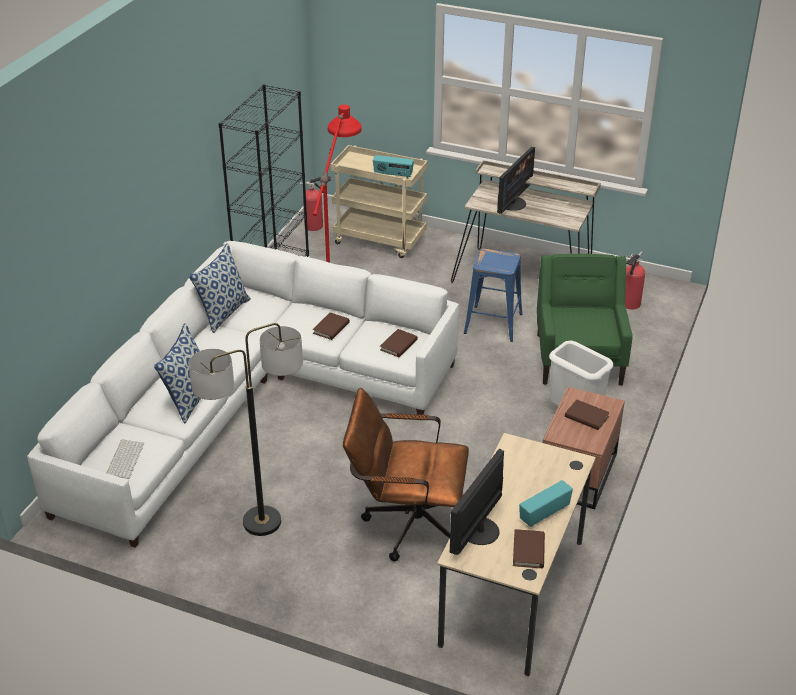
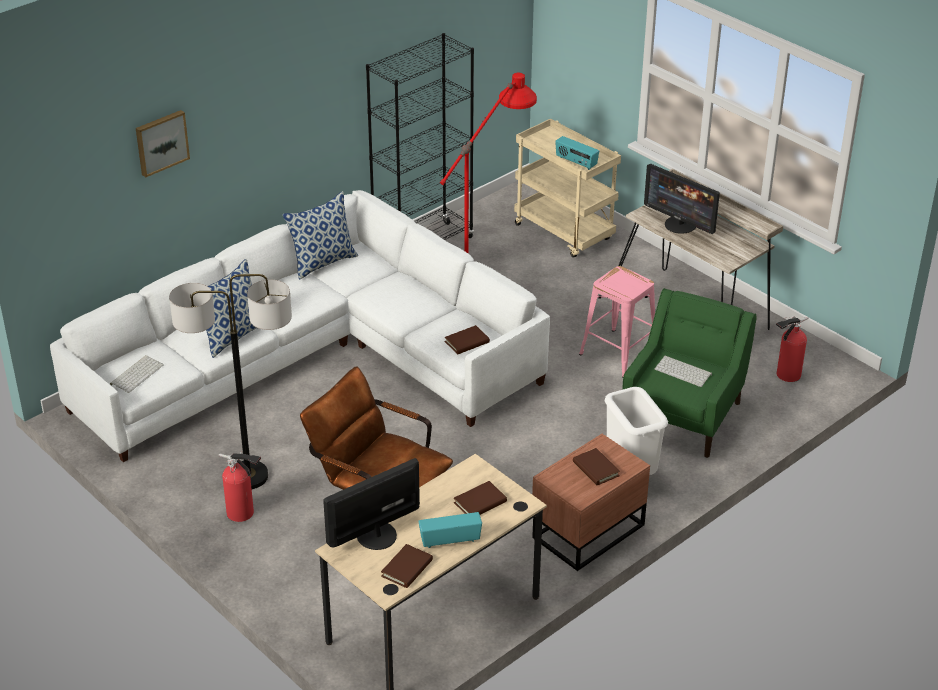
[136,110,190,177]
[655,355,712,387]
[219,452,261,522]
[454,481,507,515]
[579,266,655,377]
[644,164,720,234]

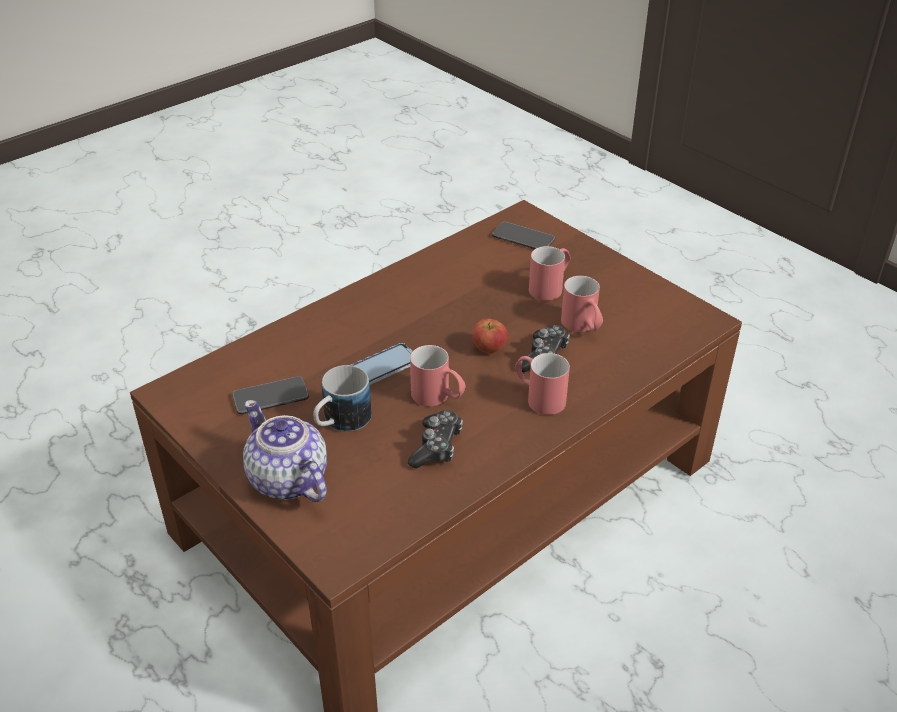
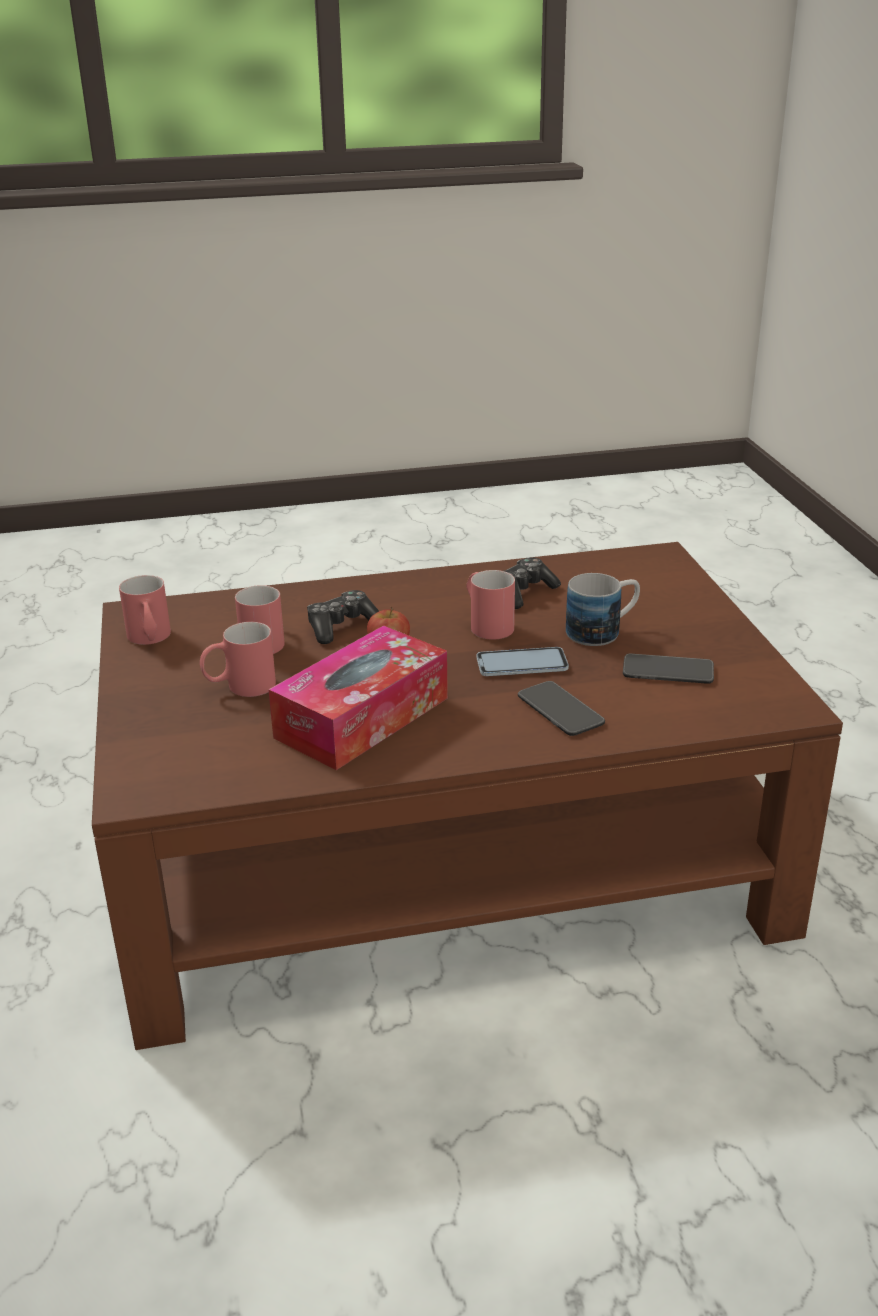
[243,400,327,502] (first image)
[268,625,448,770]
[518,681,605,736]
[119,575,171,645]

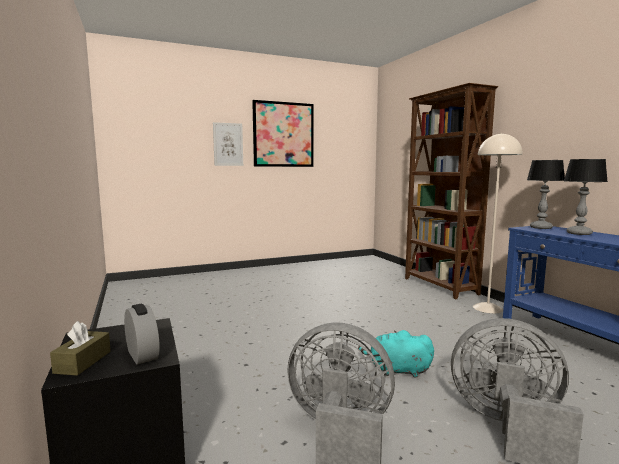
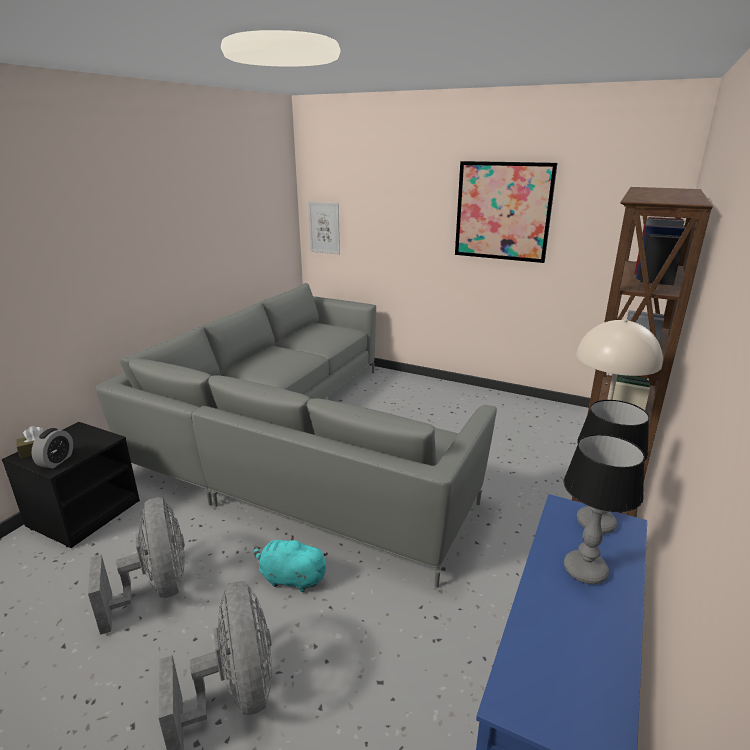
[96,283,497,588]
[308,201,340,255]
[254,535,328,592]

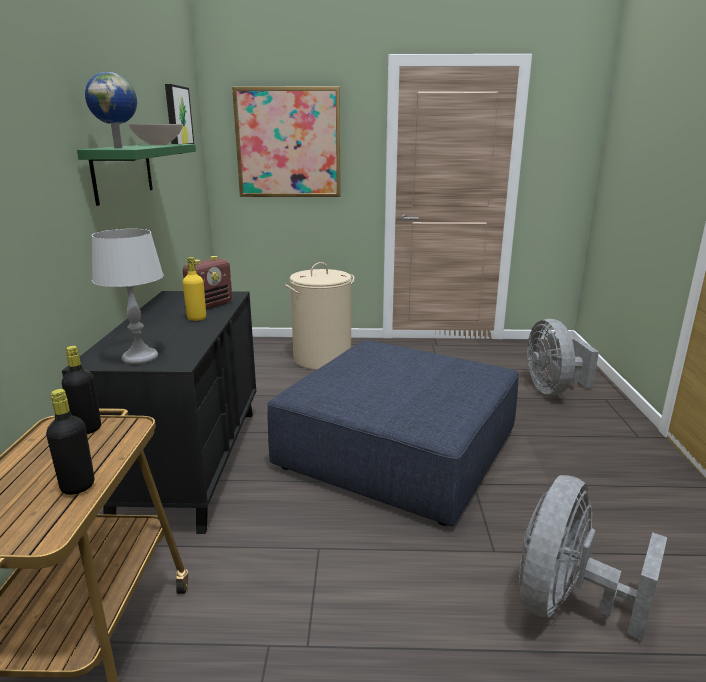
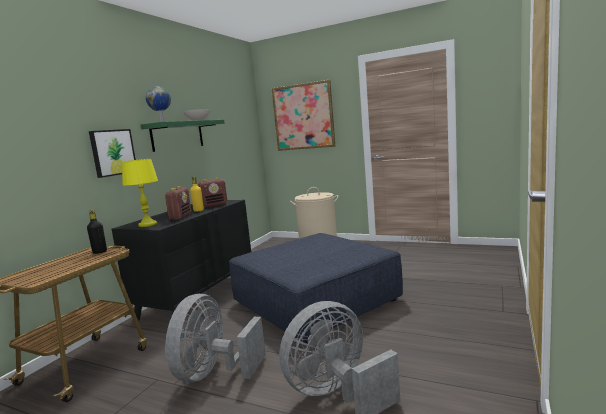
[46,389,94,495] (first image)
[165,186,191,220]
[89,129,136,178]
[165,294,266,382]
[122,159,158,227]

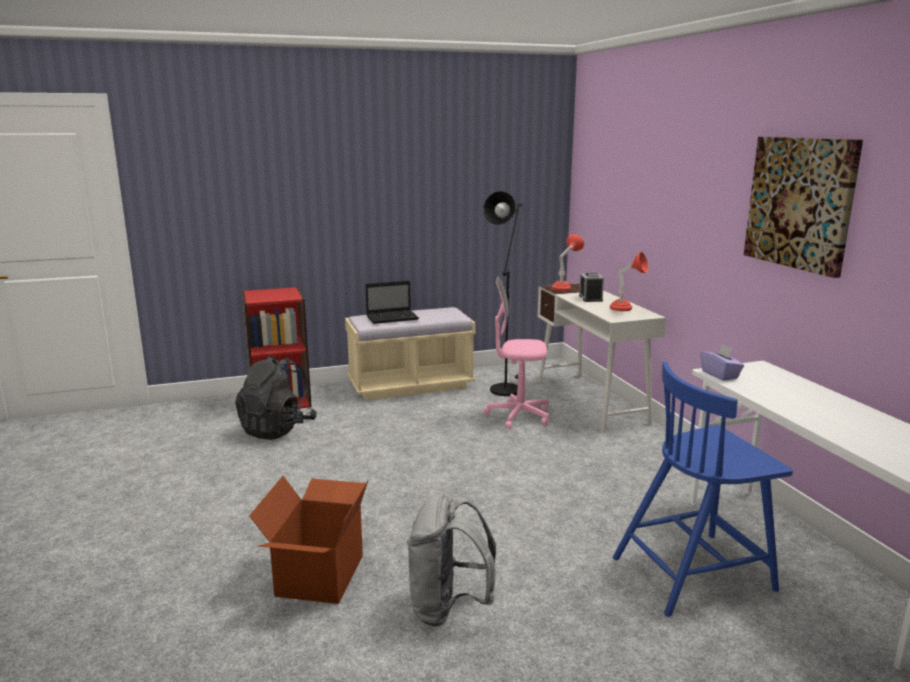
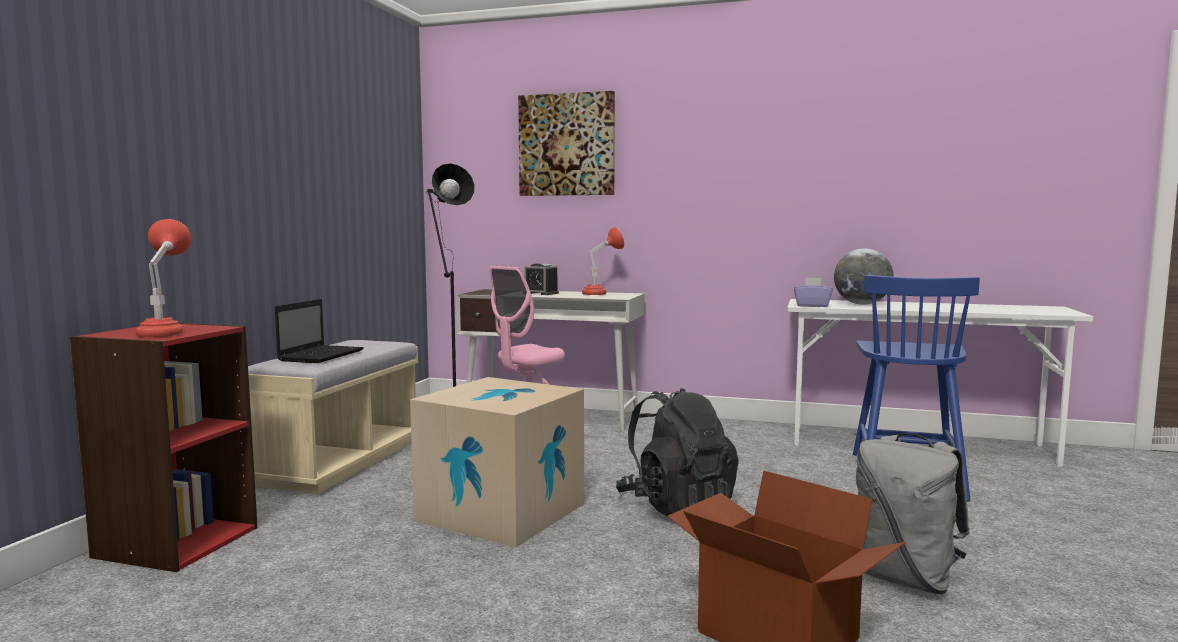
[410,377,584,547]
[834,248,894,305]
[616,388,739,516]
[135,219,192,337]
[518,91,615,196]

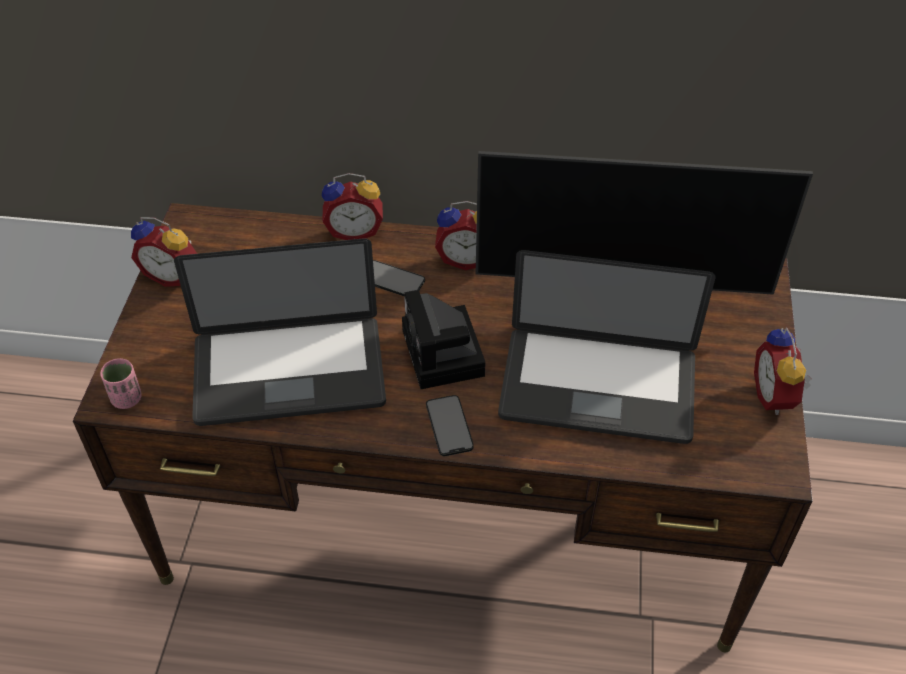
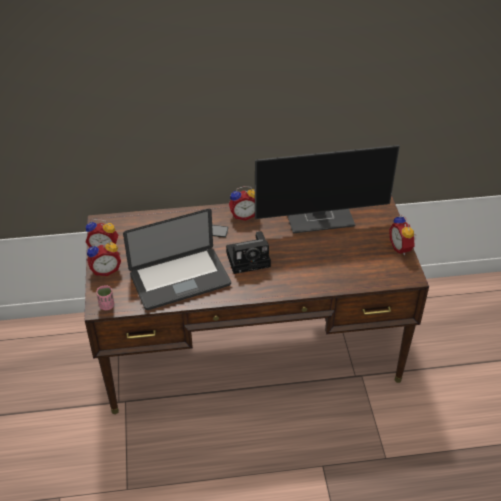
[426,395,474,456] (first image)
[498,250,716,444] (first image)
[87,241,121,276]
[226,231,271,274]

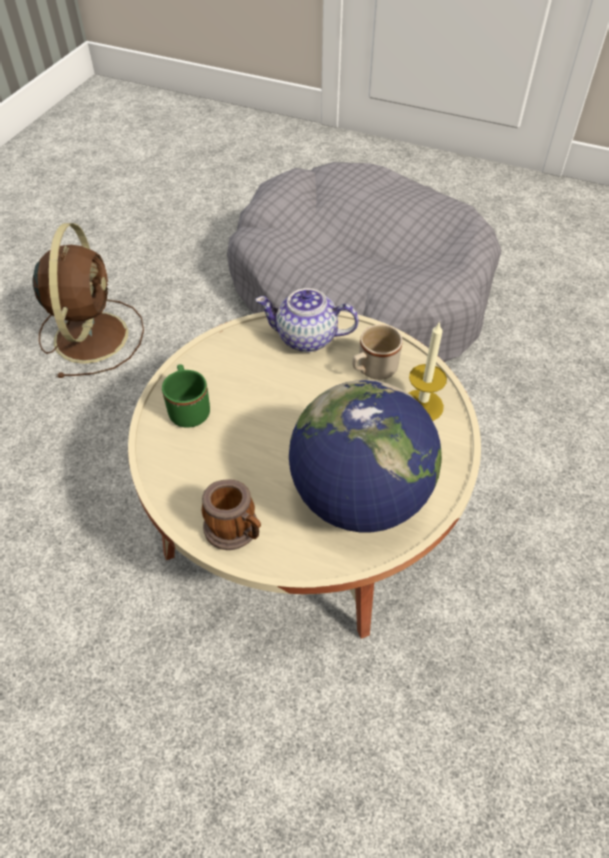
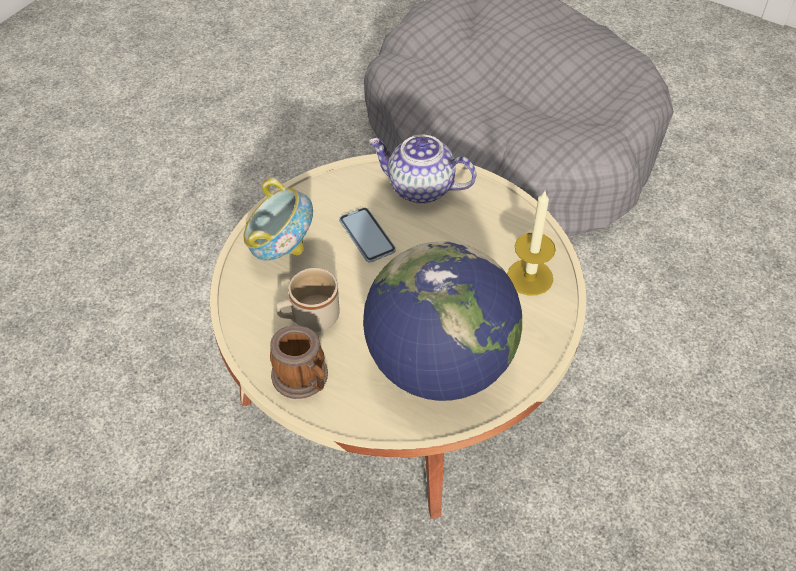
[33,223,144,378] (first image)
[339,207,396,262]
[276,268,340,332]
[244,178,313,261]

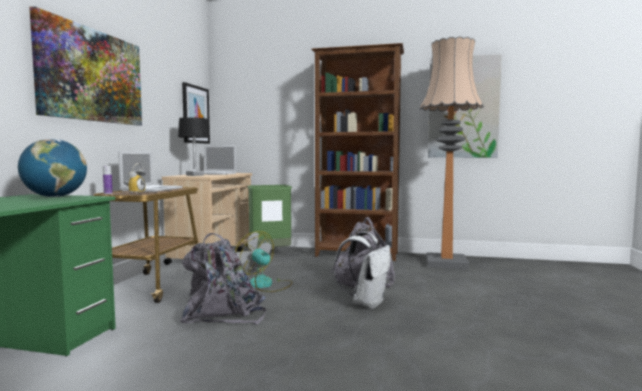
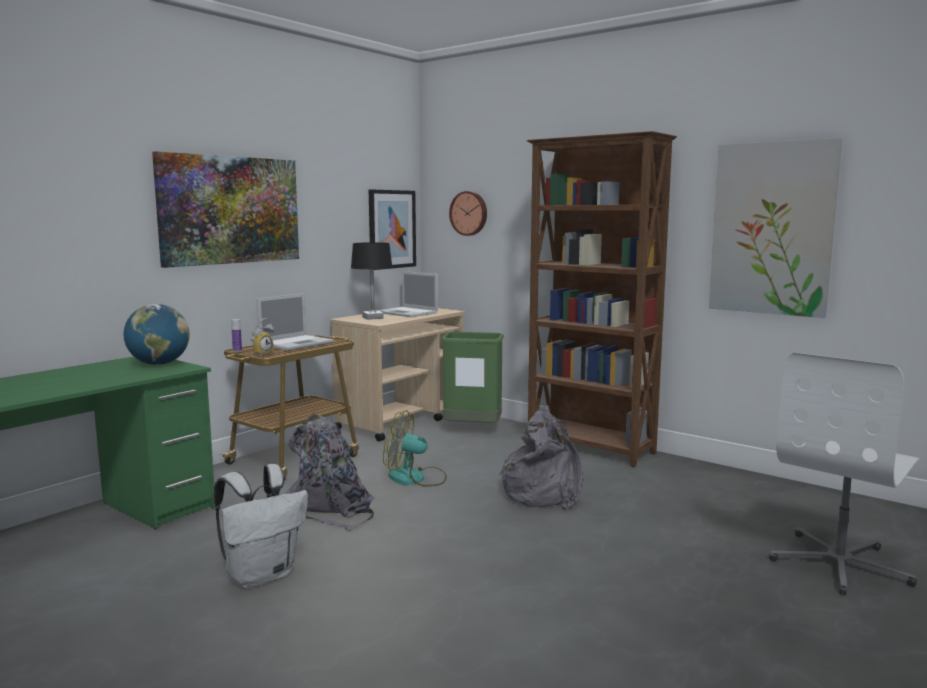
[420,36,484,270] (first image)
[449,191,487,236]
[769,352,919,595]
[214,464,308,588]
[383,410,447,487]

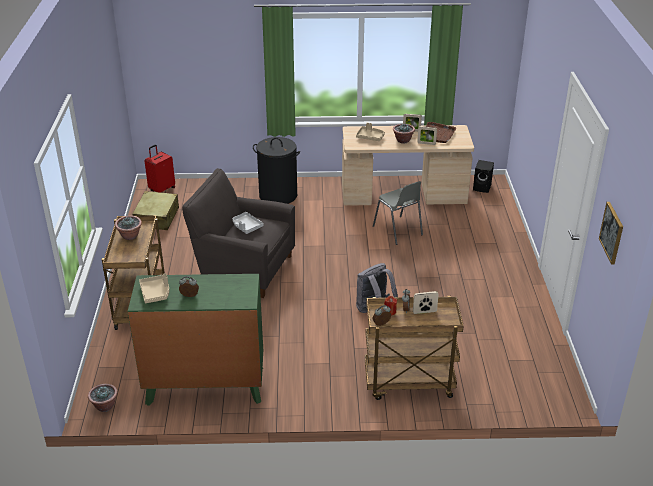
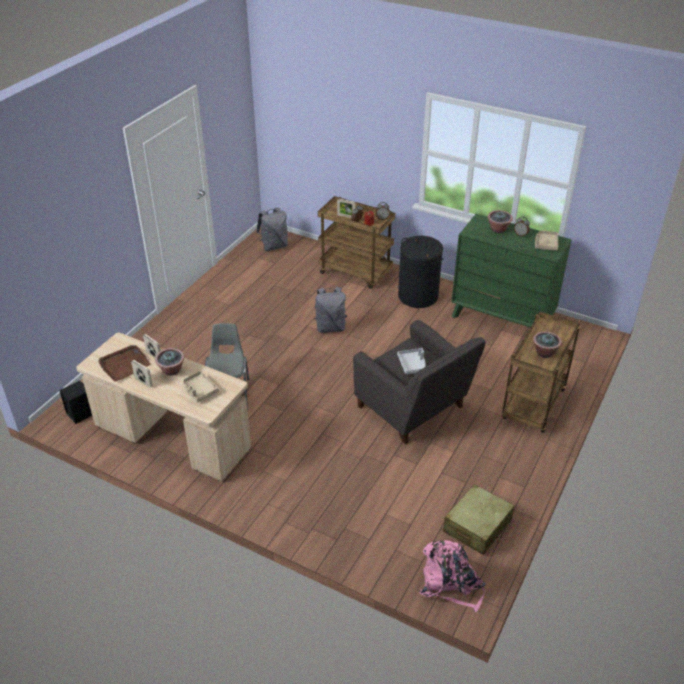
[599,202,623,264] (first image)
[256,207,288,251]
[488,210,513,233]
[398,236,443,308]
[419,540,486,612]

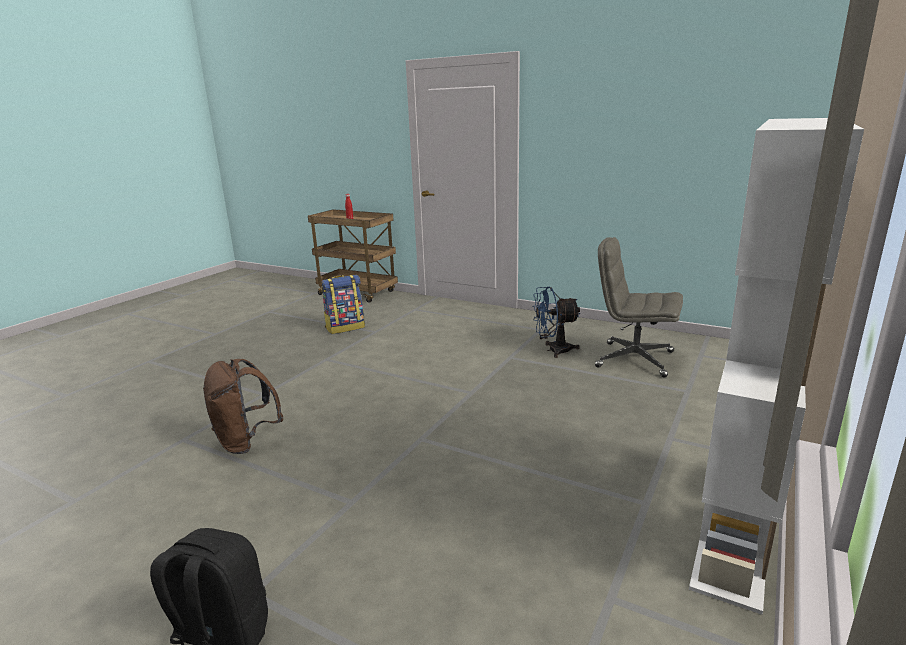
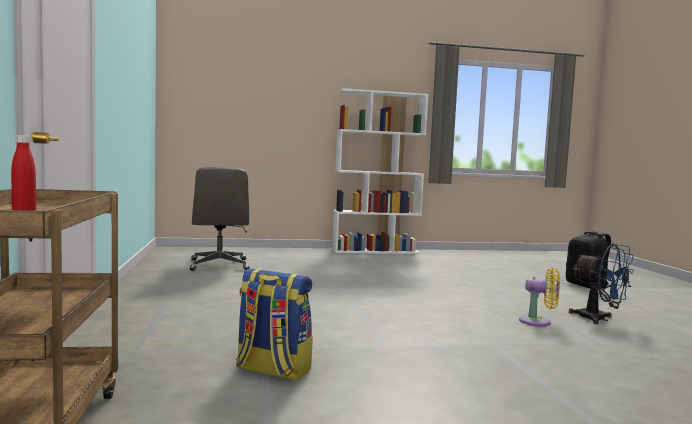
[569,243,634,324]
[519,267,560,327]

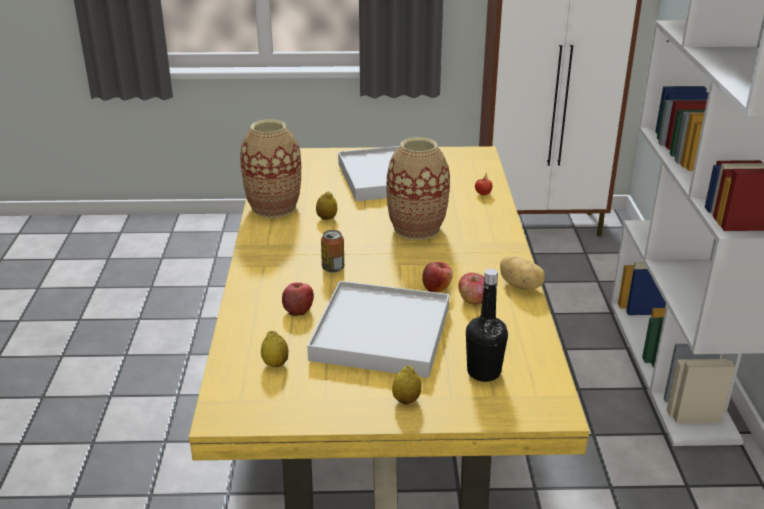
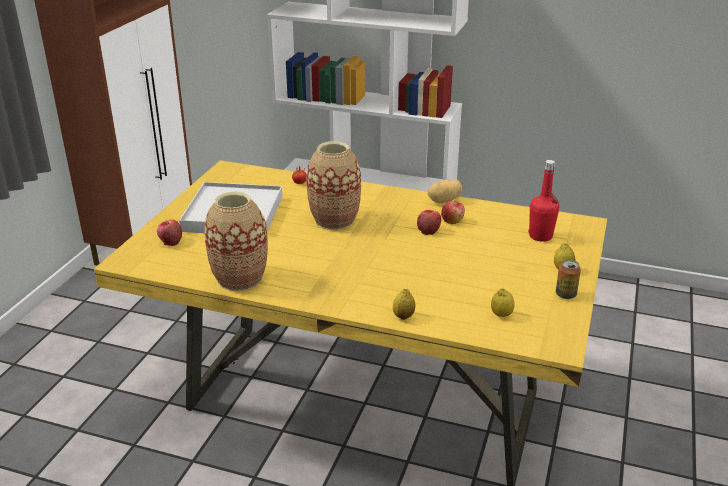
[307,281,449,378] (first image)
[157,219,182,246]
[393,289,415,320]
[556,259,581,299]
[528,160,559,242]

